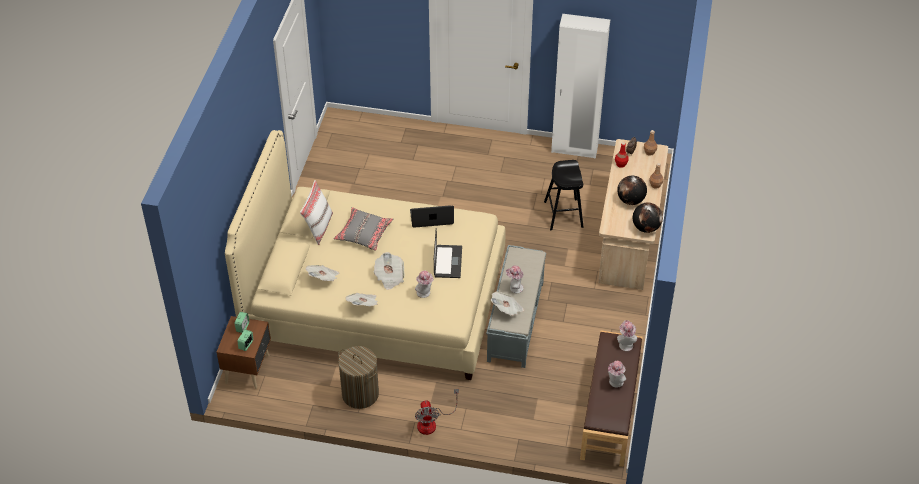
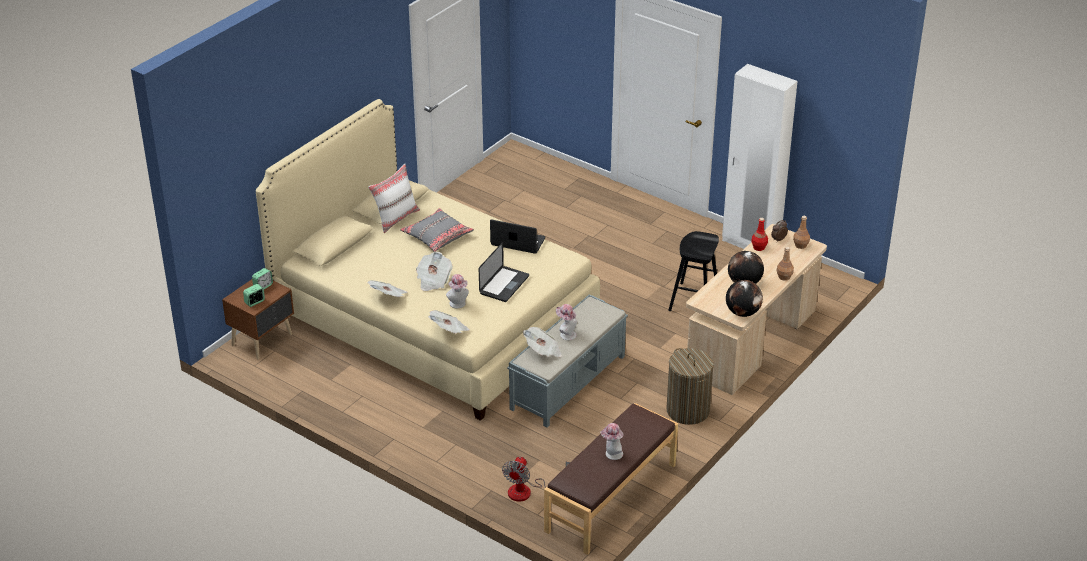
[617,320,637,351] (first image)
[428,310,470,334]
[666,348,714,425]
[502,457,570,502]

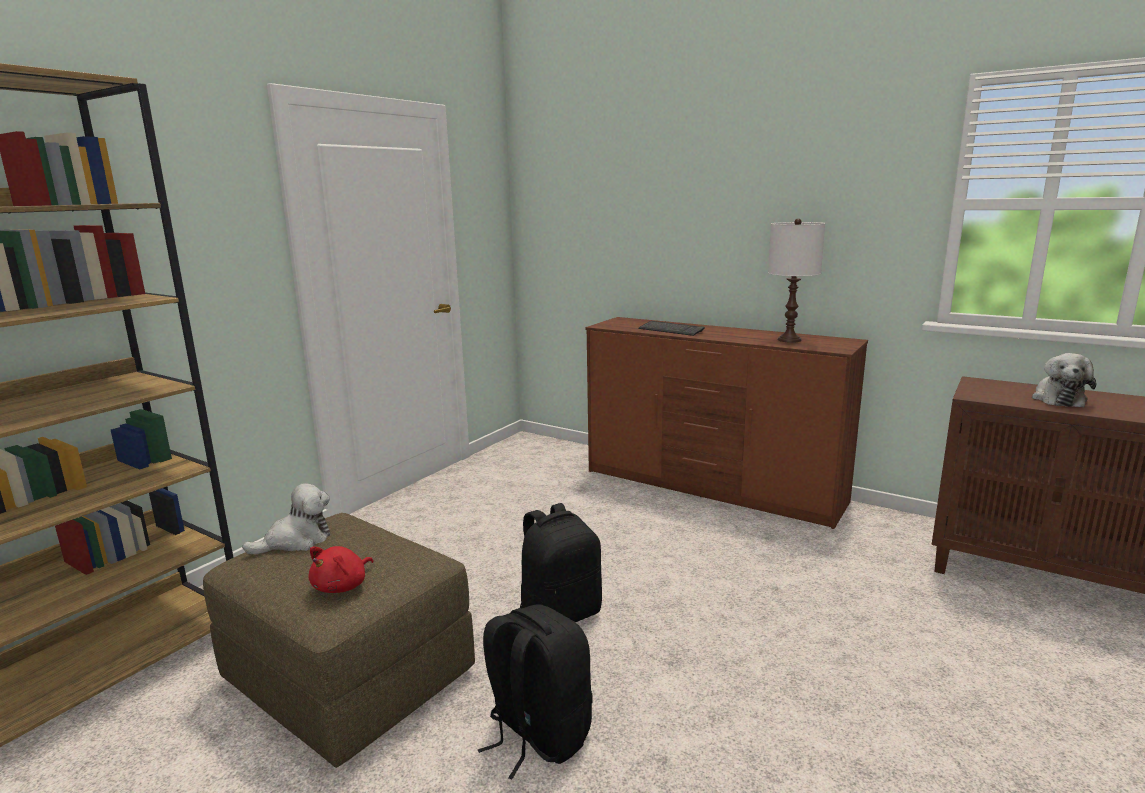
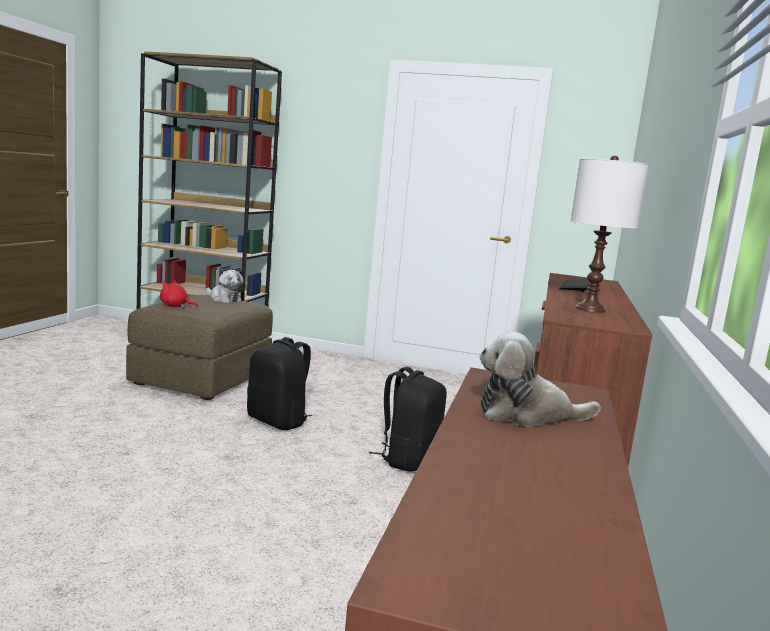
[369,367,447,472]

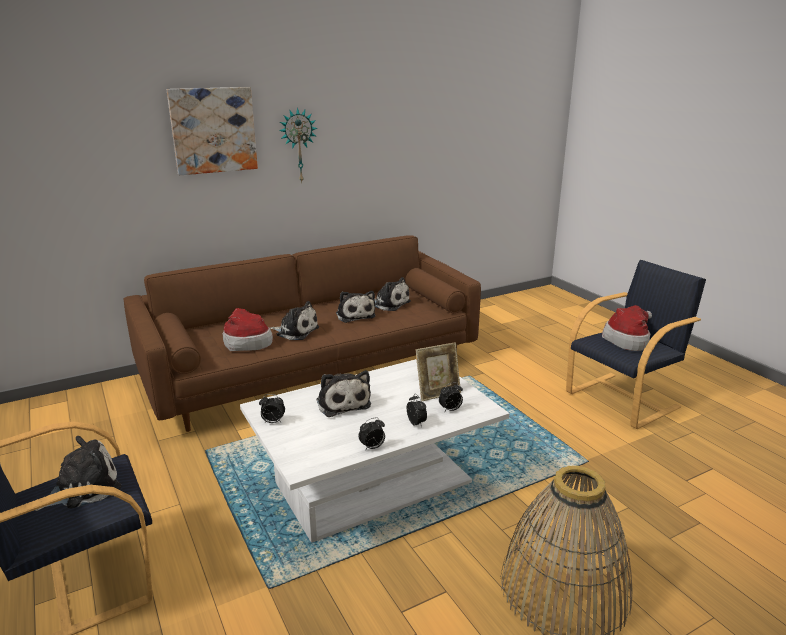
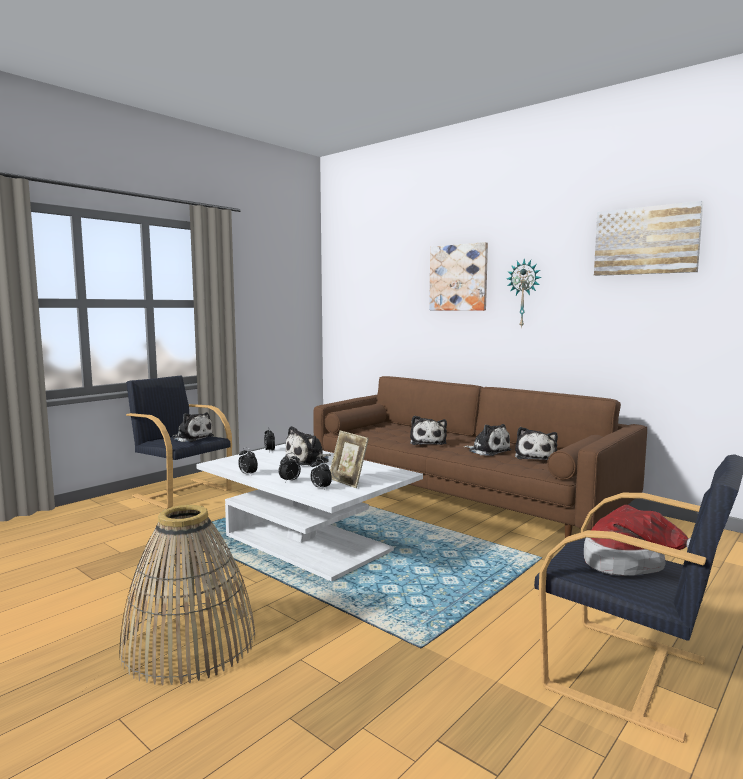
[223,308,273,351] (first image)
[594,201,703,276]
[464,424,512,456]

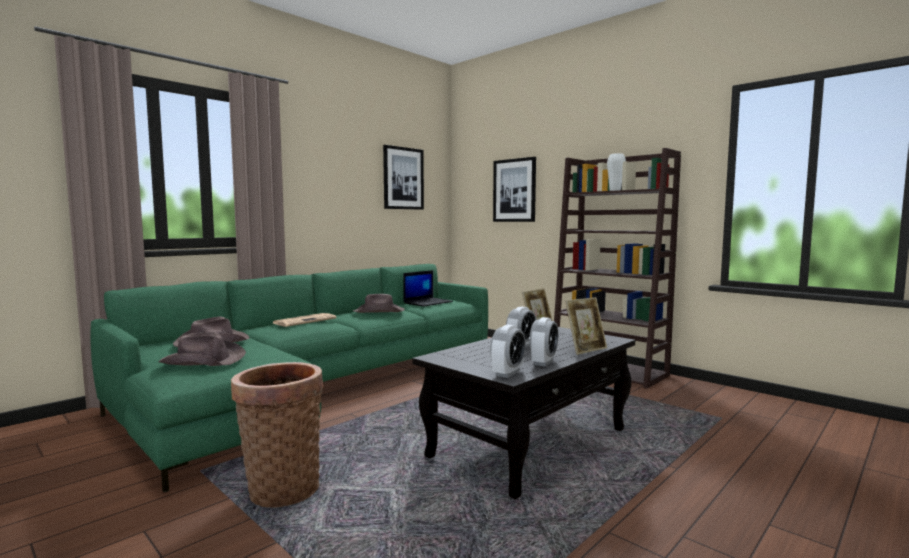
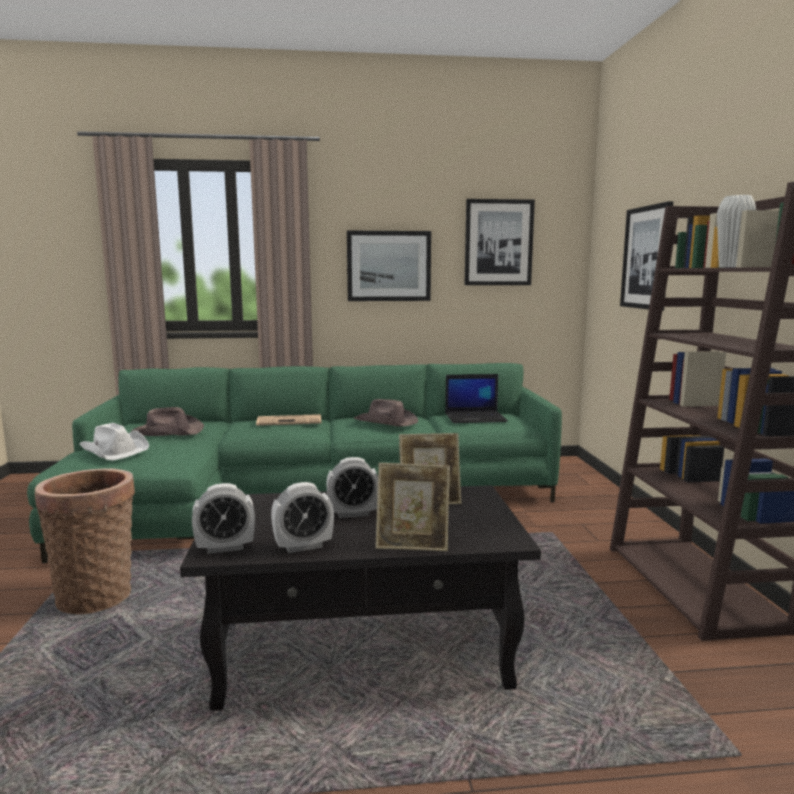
[347,231,431,301]
[79,423,149,460]

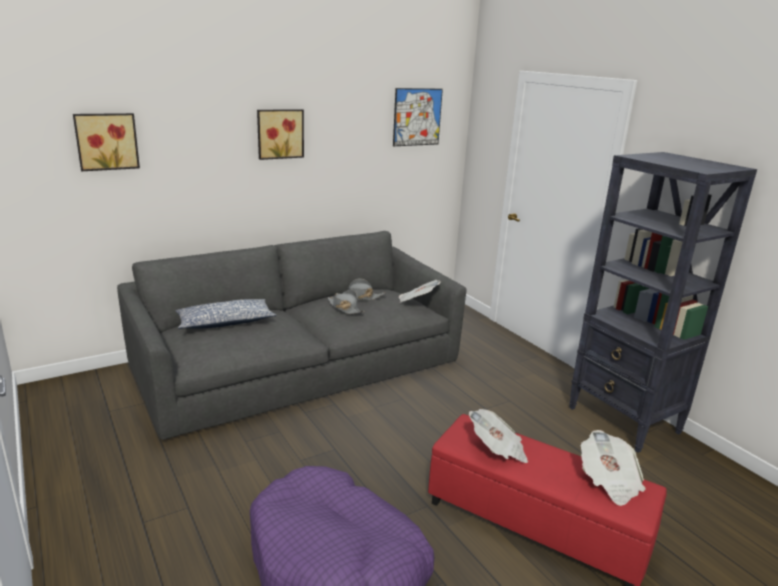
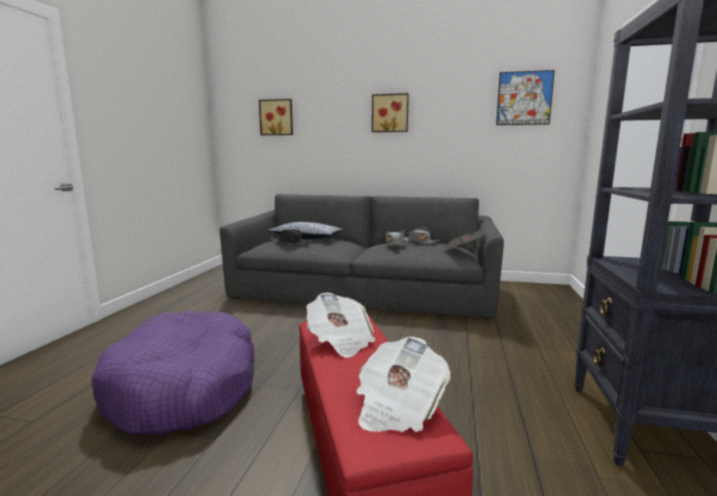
[270,230,312,244]

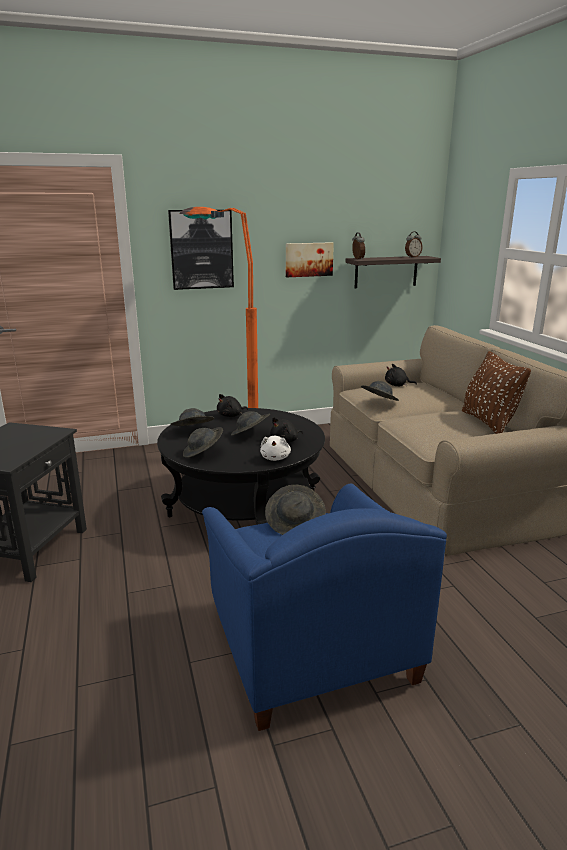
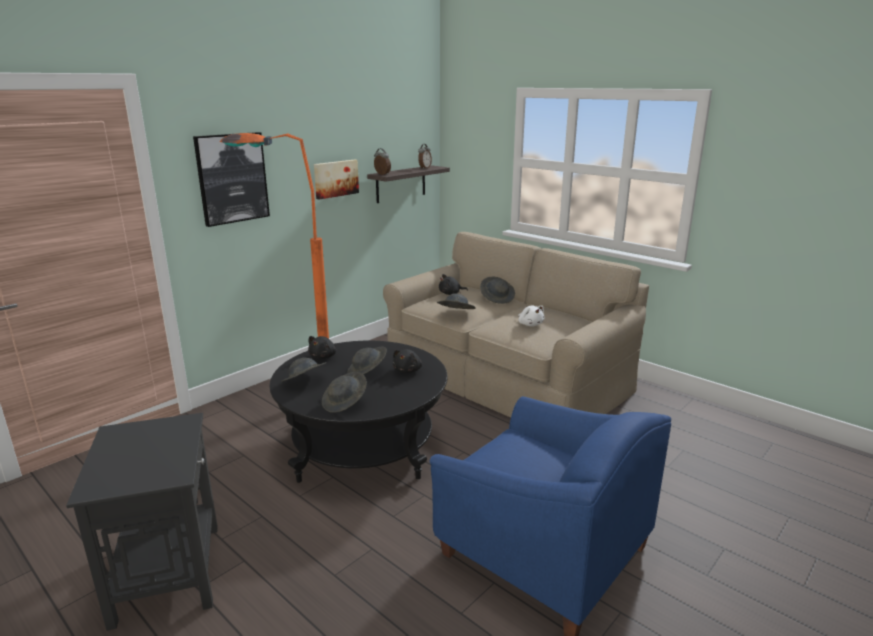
[462,351,531,434] (first image)
[518,305,545,326]
[480,277,515,304]

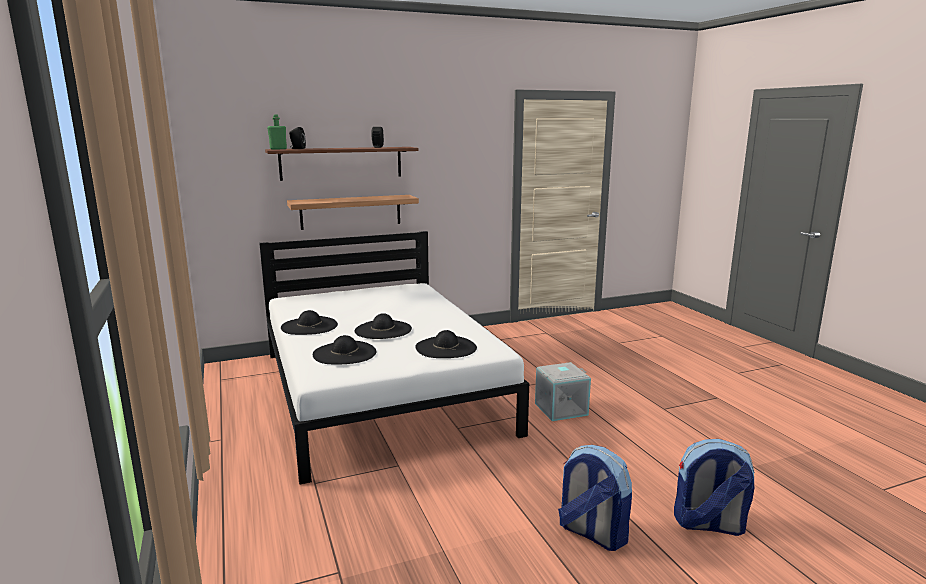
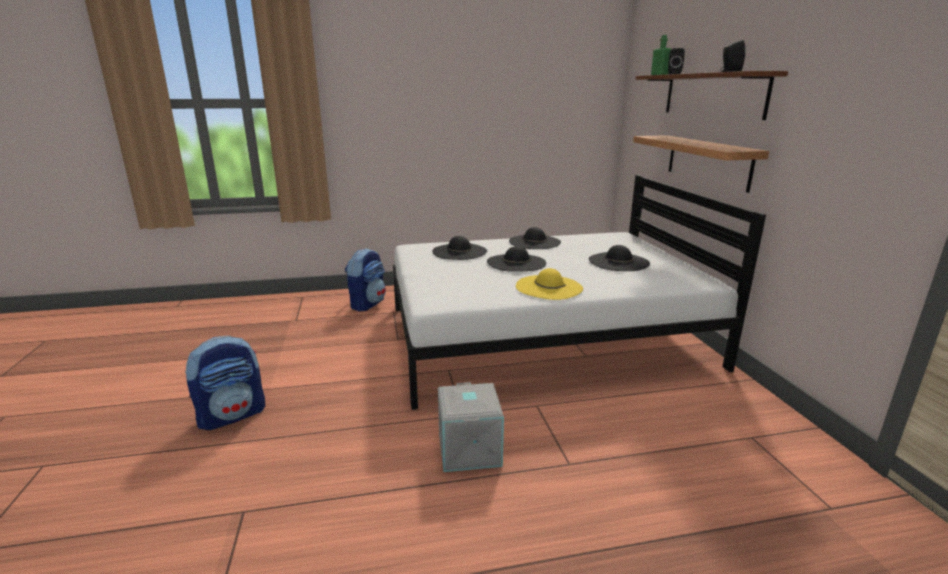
[516,268,583,300]
[589,245,650,271]
[345,248,386,312]

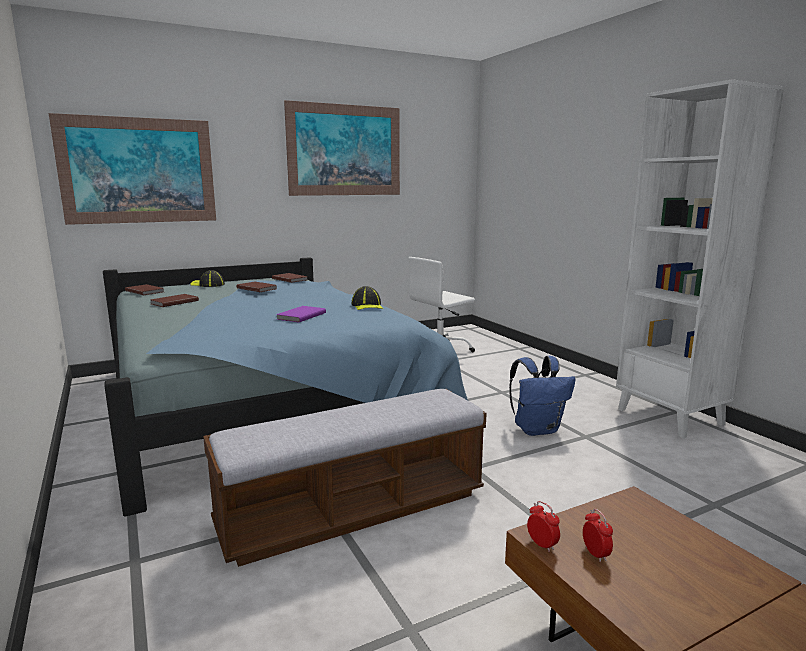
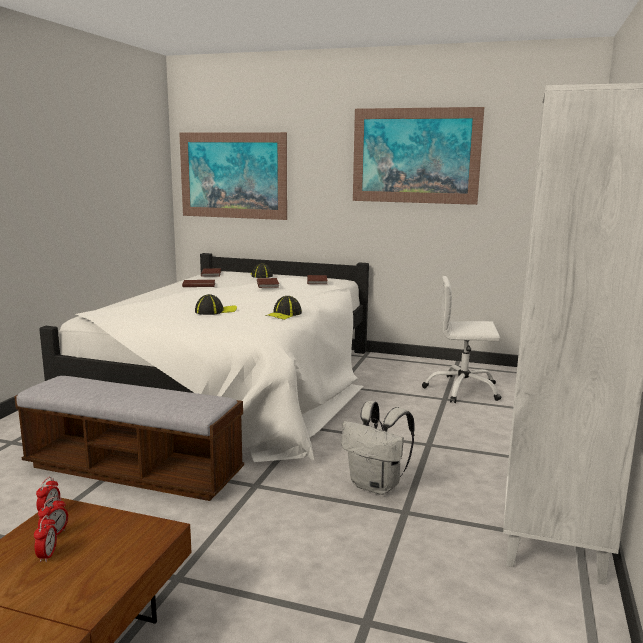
[34,515,57,562]
[195,294,237,315]
[39,253,369,462]
[341,401,415,495]

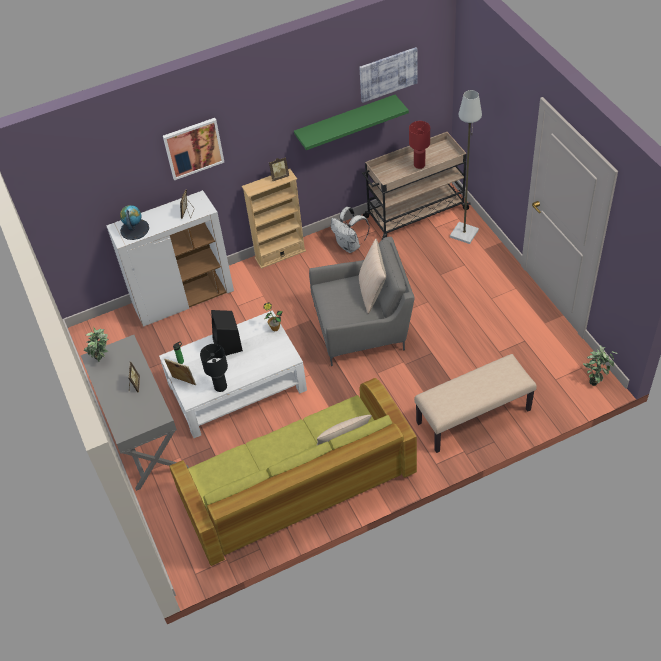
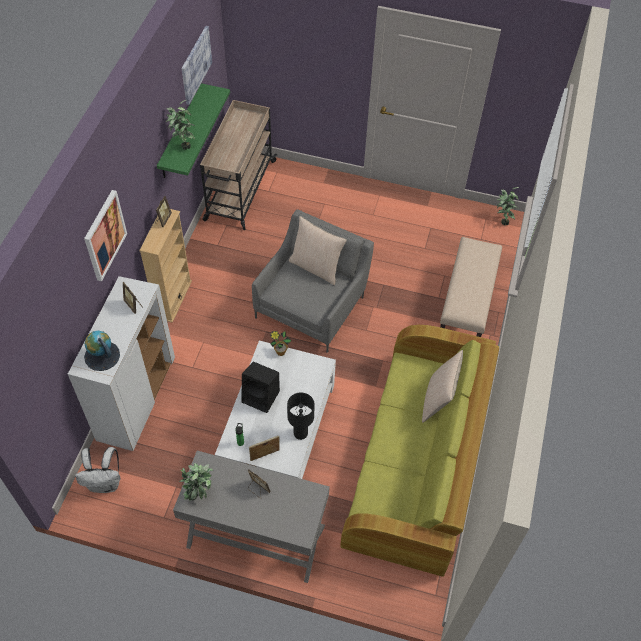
[409,121,430,169] (first image)
[450,90,482,244] (first image)
[166,100,195,150]
[75,447,121,493]

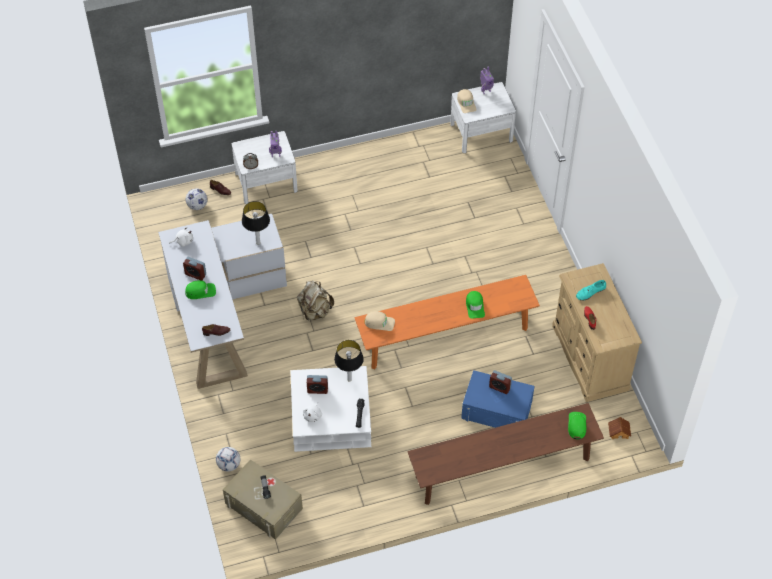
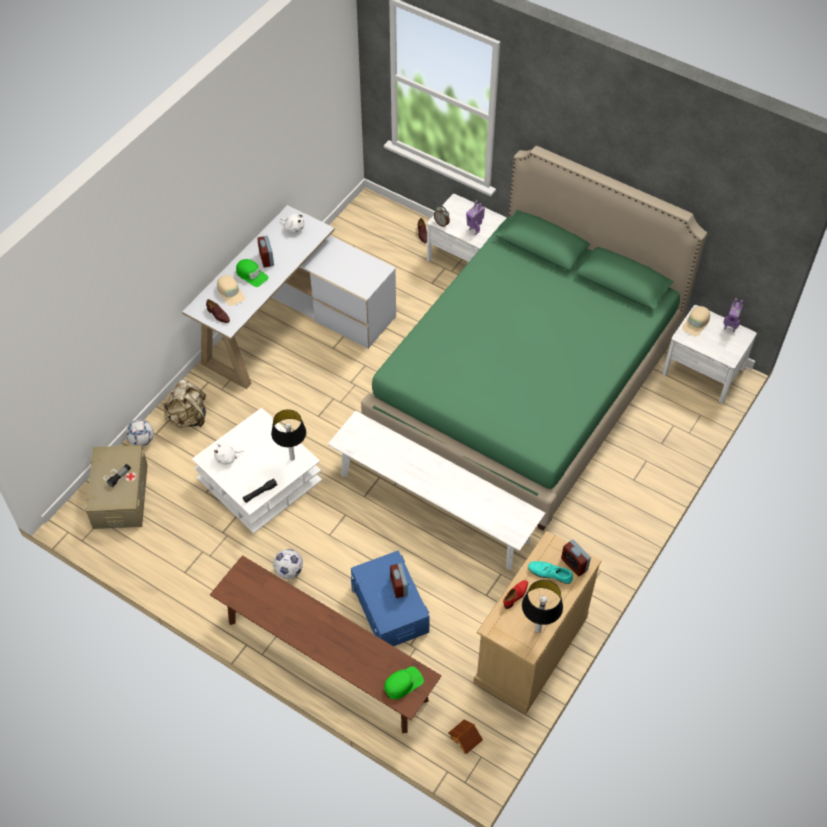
[466,291,485,319] (first image)
[361,146,707,531]
[273,549,303,579]
[522,580,563,633]
[163,379,206,428]
[561,540,591,576]
[217,275,245,306]
[328,411,545,570]

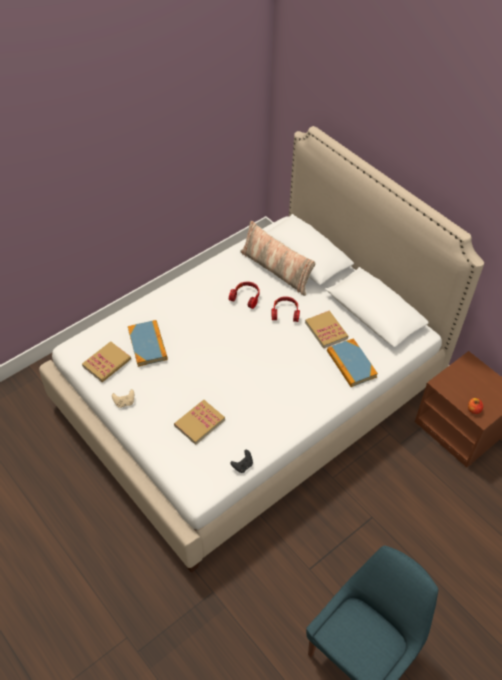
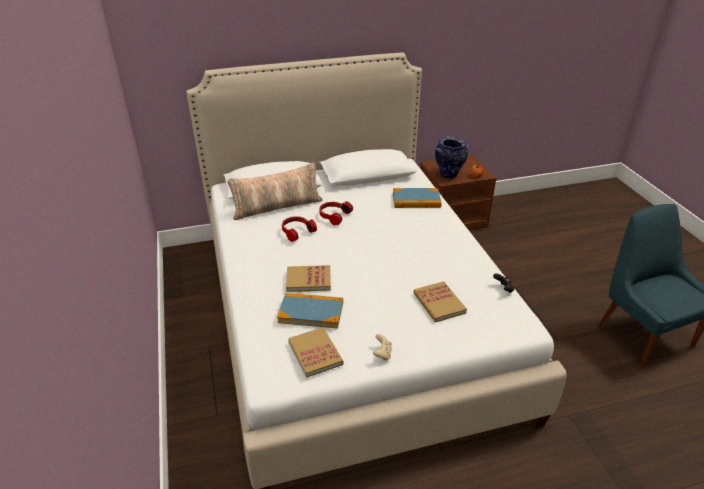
[435,136,469,179]
[286,265,331,292]

